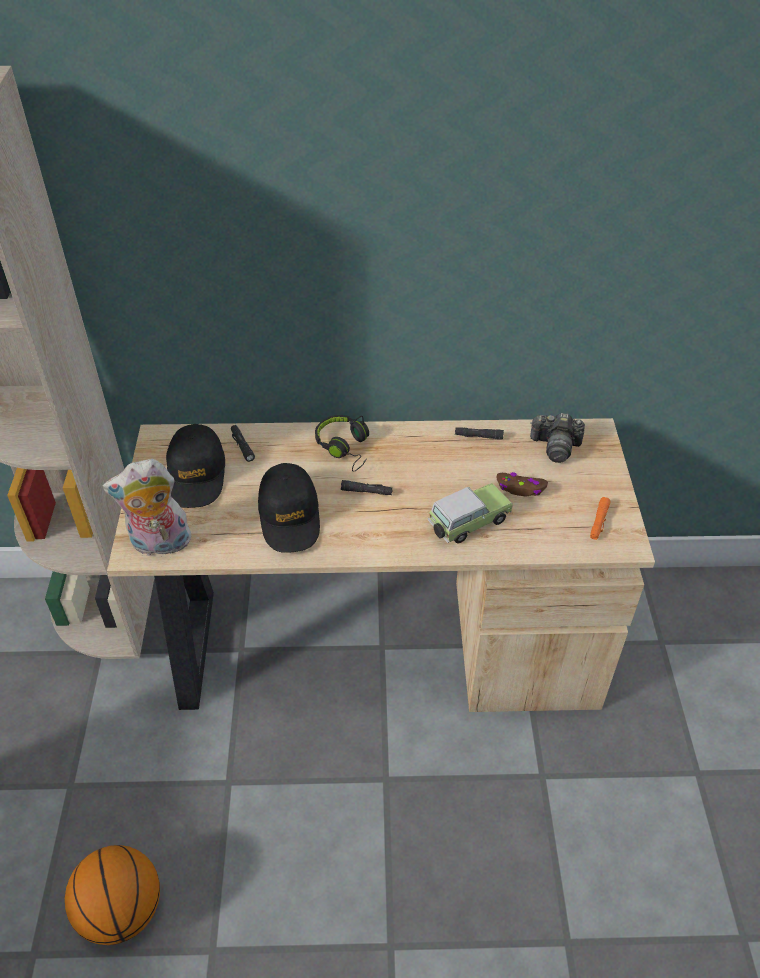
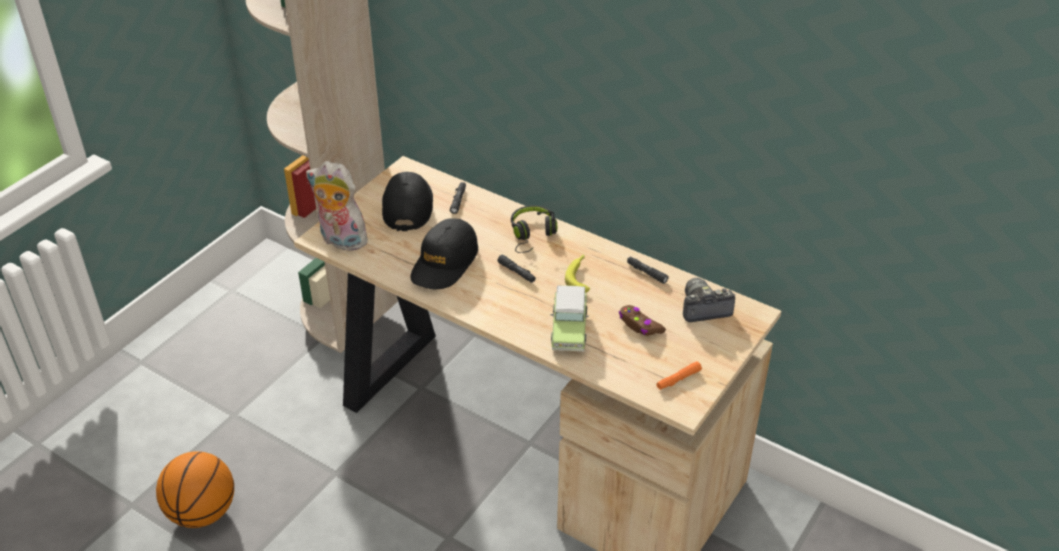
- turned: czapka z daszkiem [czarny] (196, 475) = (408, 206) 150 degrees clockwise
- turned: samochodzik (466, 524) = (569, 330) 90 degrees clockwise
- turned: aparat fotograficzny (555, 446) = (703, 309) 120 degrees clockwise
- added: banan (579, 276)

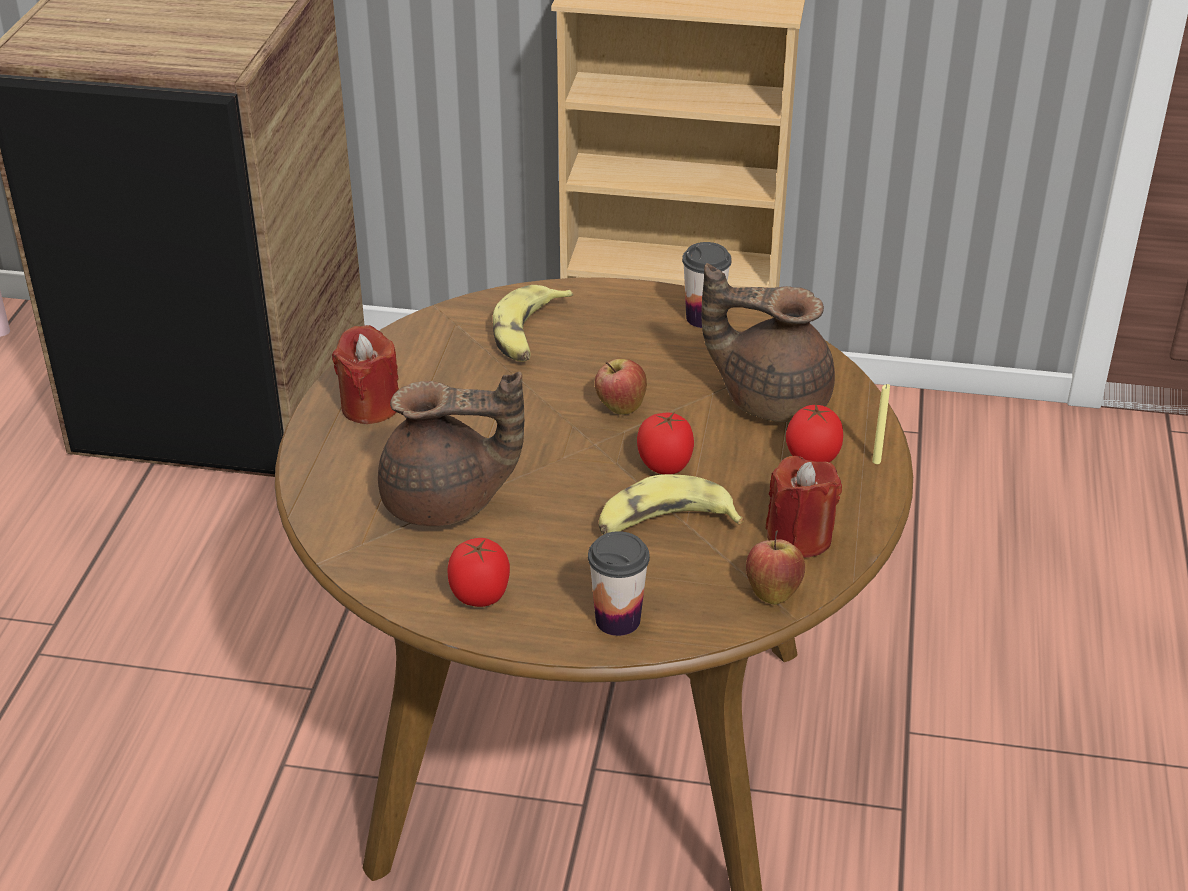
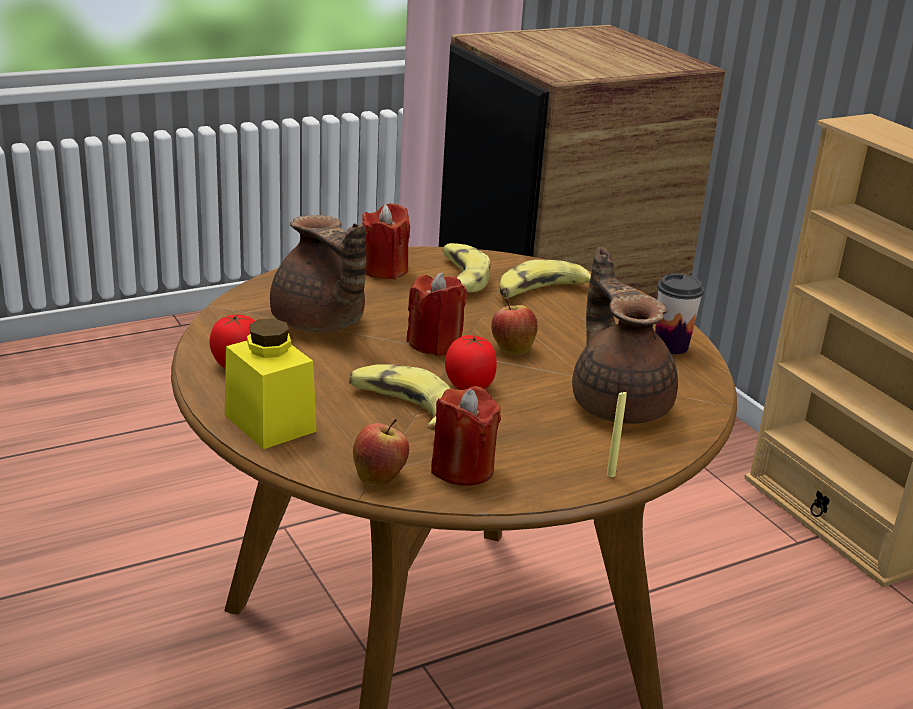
- replaced: filiżanka (618, 620) to słoik [żółty] (270, 423)
- removed: pomidor (811, 459)
- added: świeca [czerwony] (435, 344)
- added: banan (458, 278)

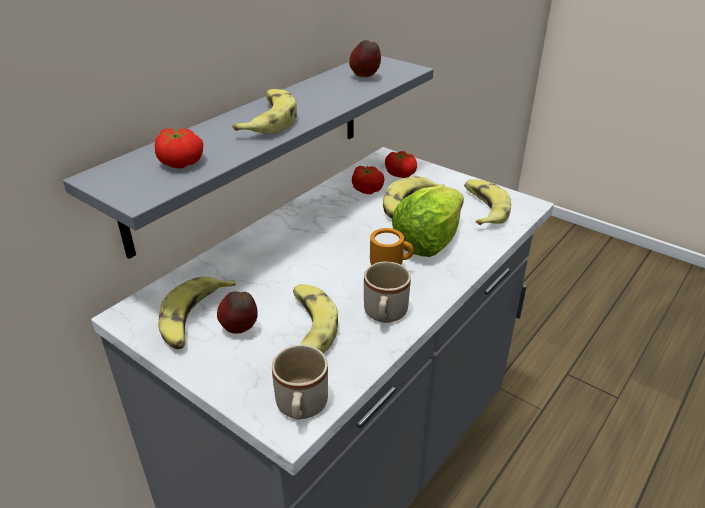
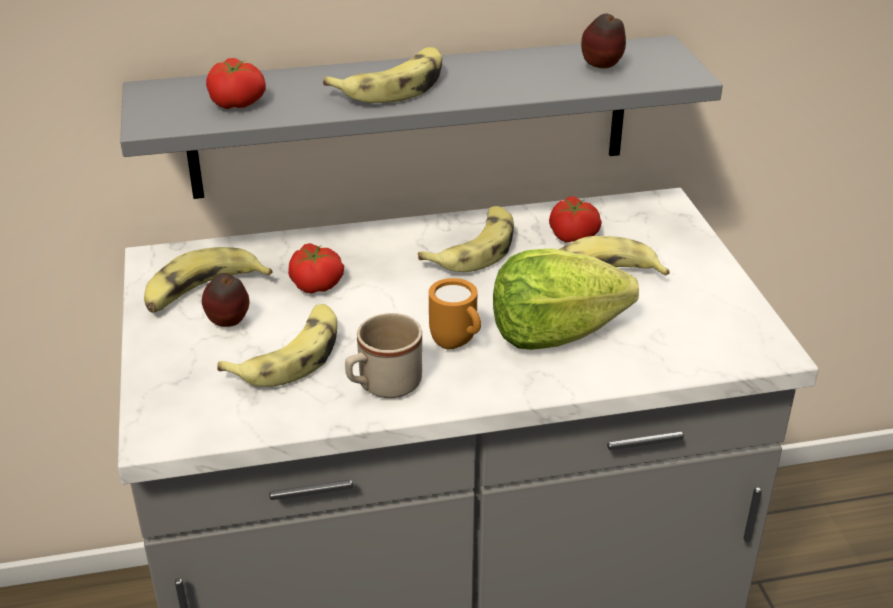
- removed: kubek [beżowy] (301, 408)
- moved: pomidor (400, 173) to (317, 284)
- moved: banan (483, 209) to (474, 249)

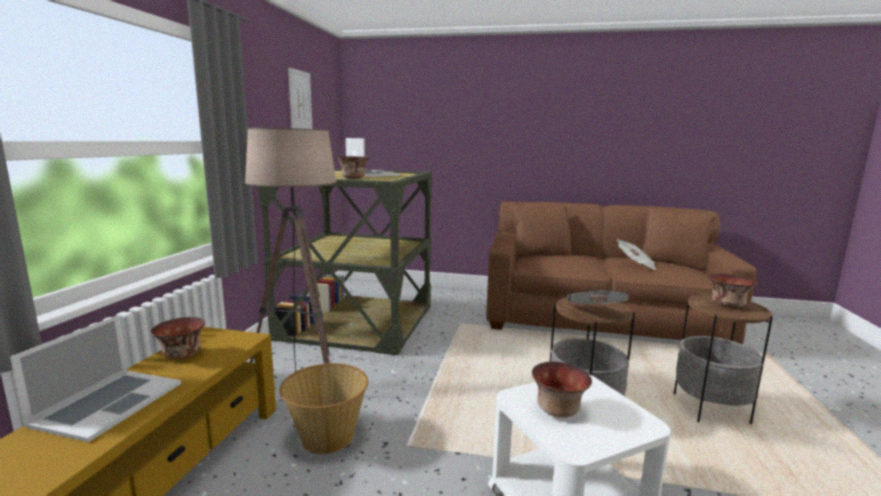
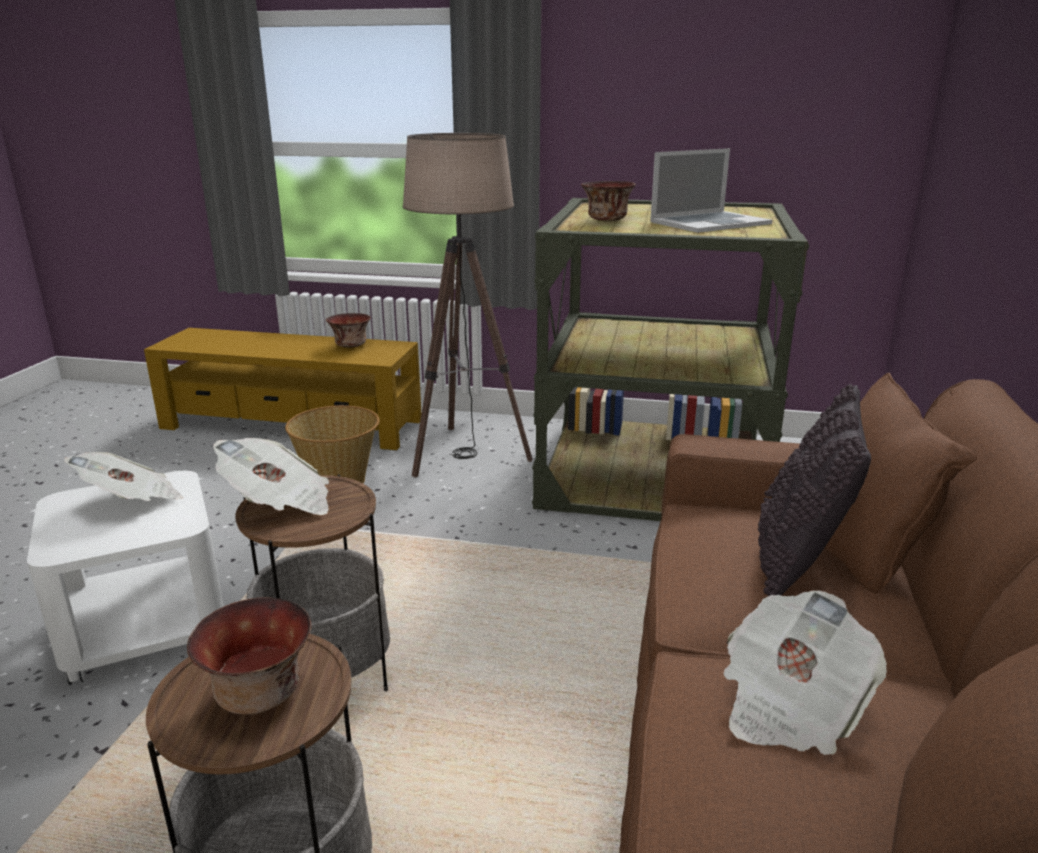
- removed: laptop (108, 403)
- removed: obraz (300, 102)
- replaced: miska (557, 409) to gazeta (132, 500)
- added: poduszka [czarny] (797, 562)

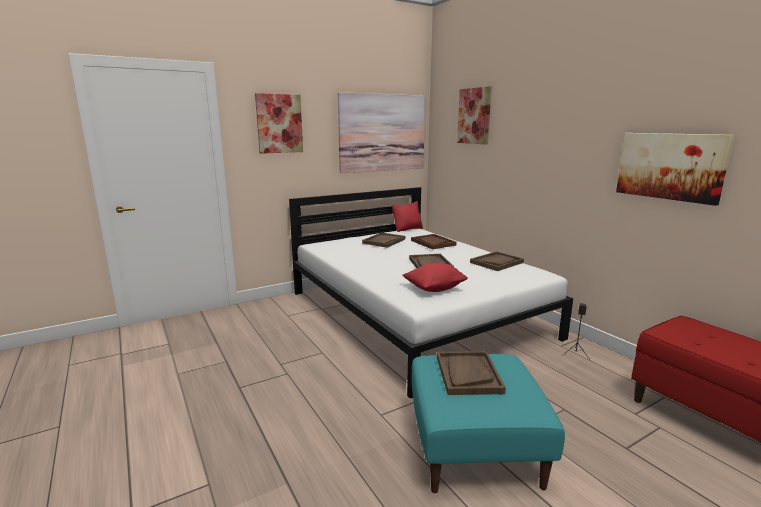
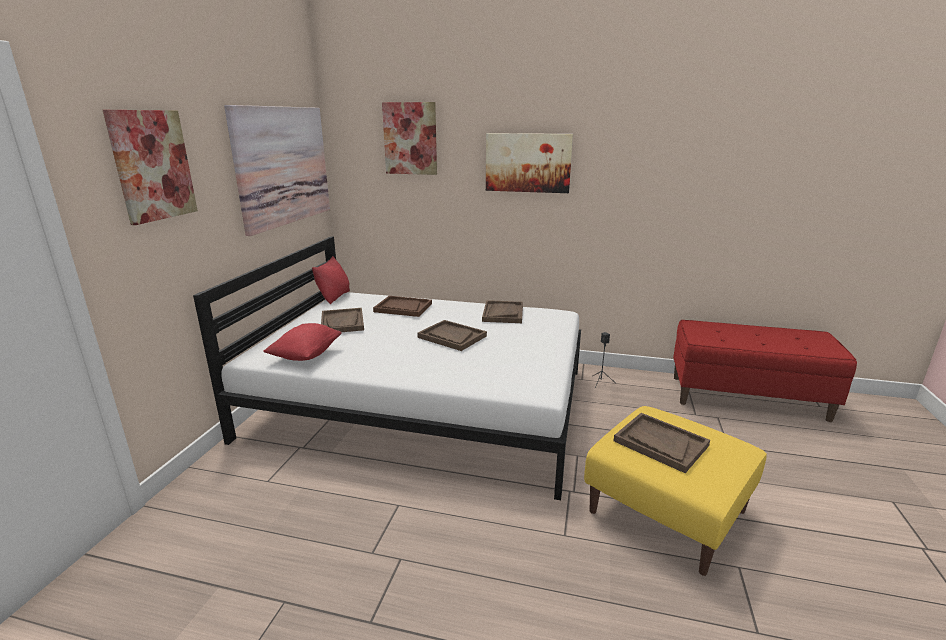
- moved: poduszka [czerwony] (434, 289) to (306, 355)
- recoloured: pufa [turkusowy] (475, 448) to pufa [żółty] (668, 511)
- moved: obraz (670, 166) to (528, 163)

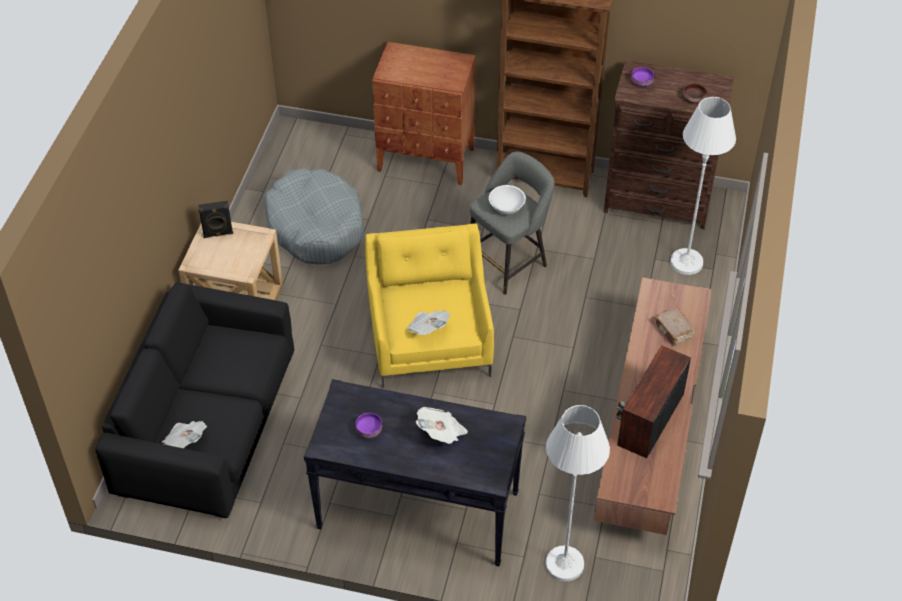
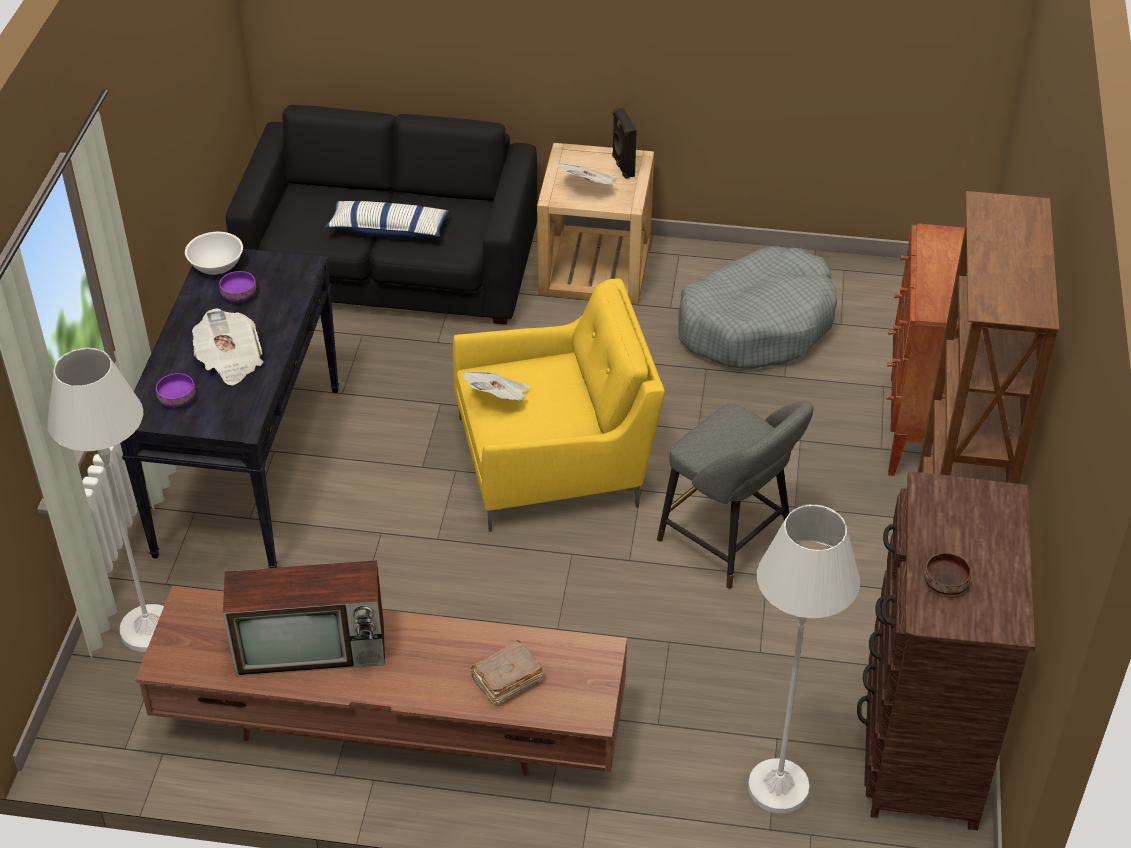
- moved: gazeta (185, 441) to (589, 187)
- moved: miska [biały] (506, 207) to (216, 265)
- turned: telewizor (650, 421) = (314, 649) 150 degrees clockwise
- moved: miska [fioletowy] (641, 82) to (176, 398)
- added: poduszka (388, 230)

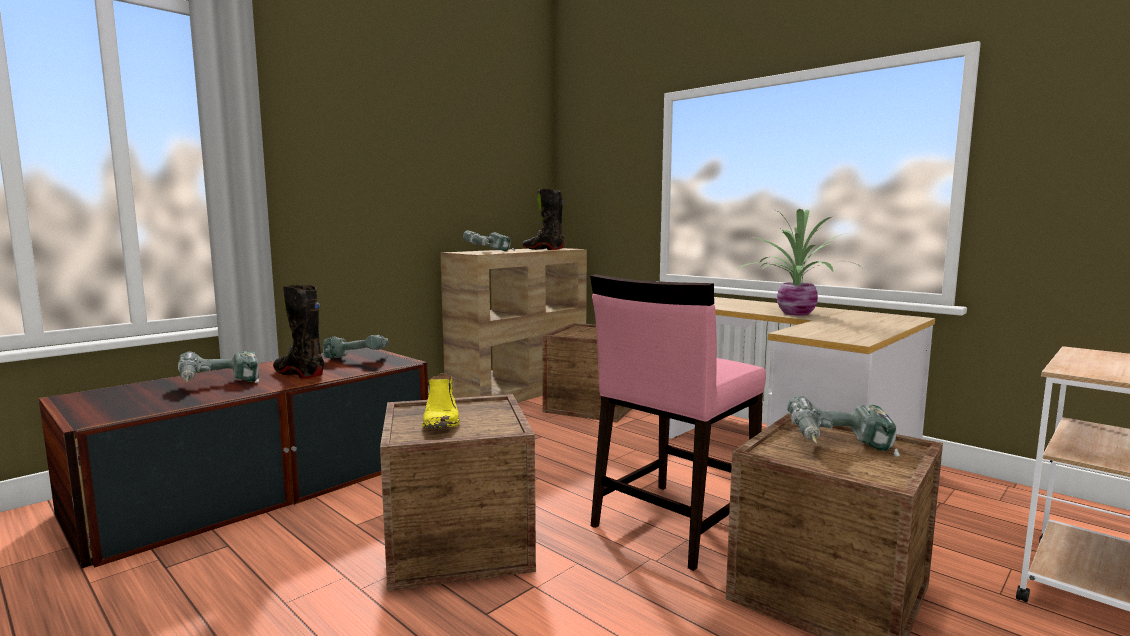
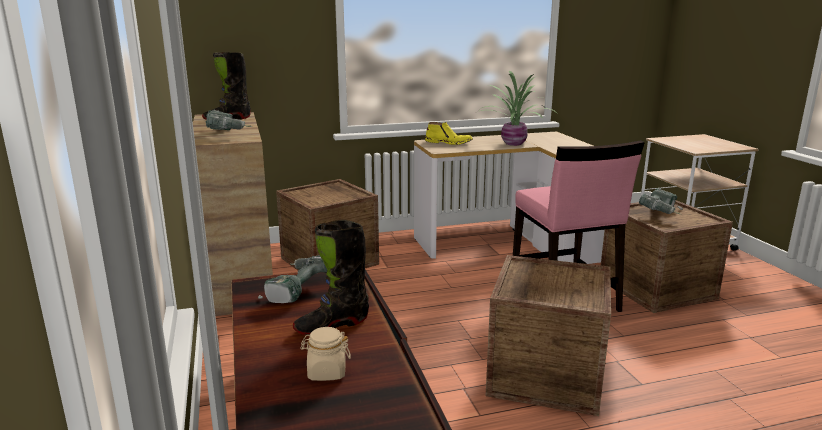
- replaced: wiertarka (220, 384) to słoik [beżowy] (326, 372)
- moved: but z cholewką [żółty] (441, 420) to (448, 143)

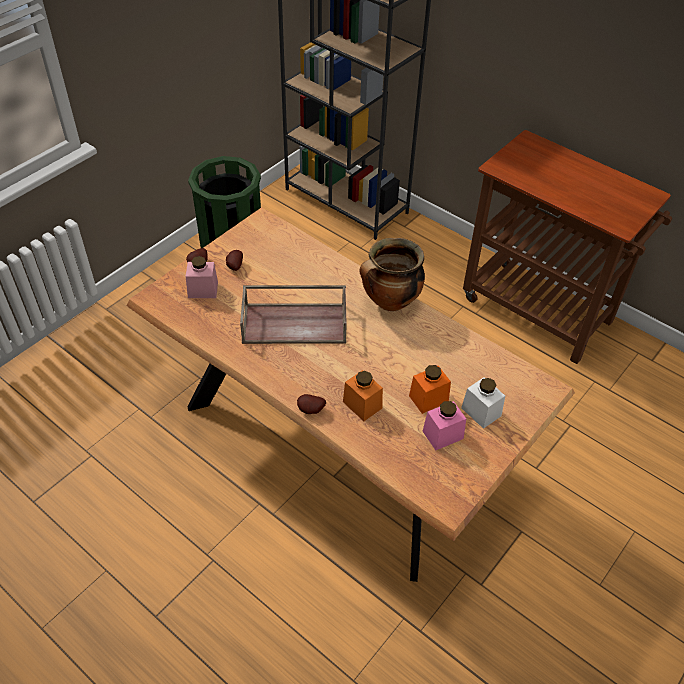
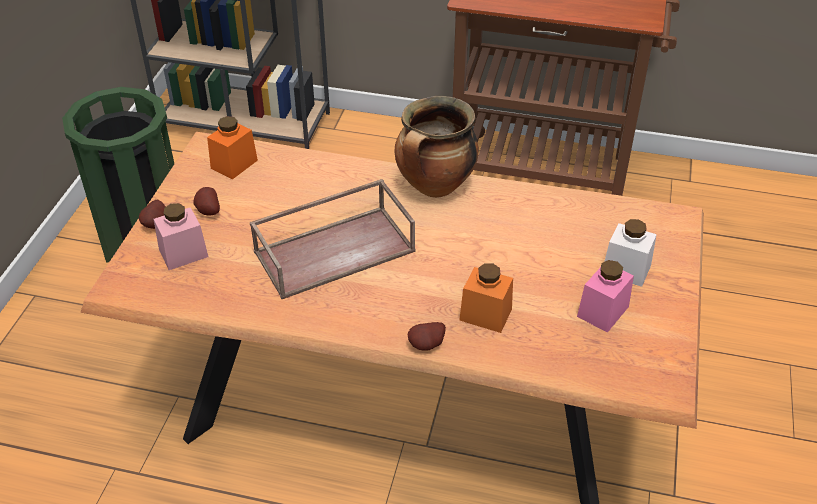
- moved: słoik [pomarańczowy] (428, 399) to (234, 164)

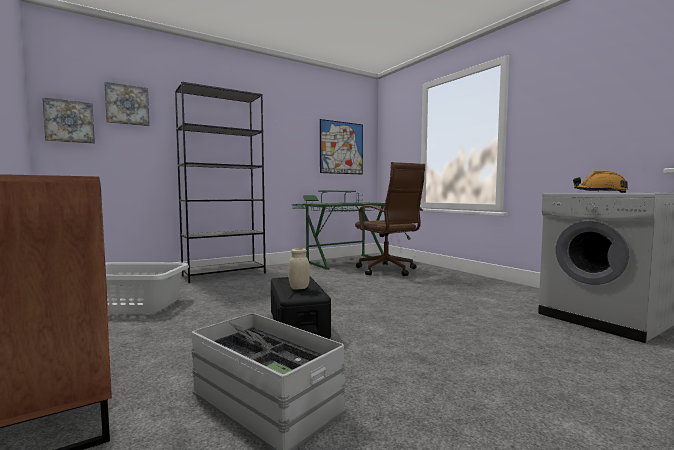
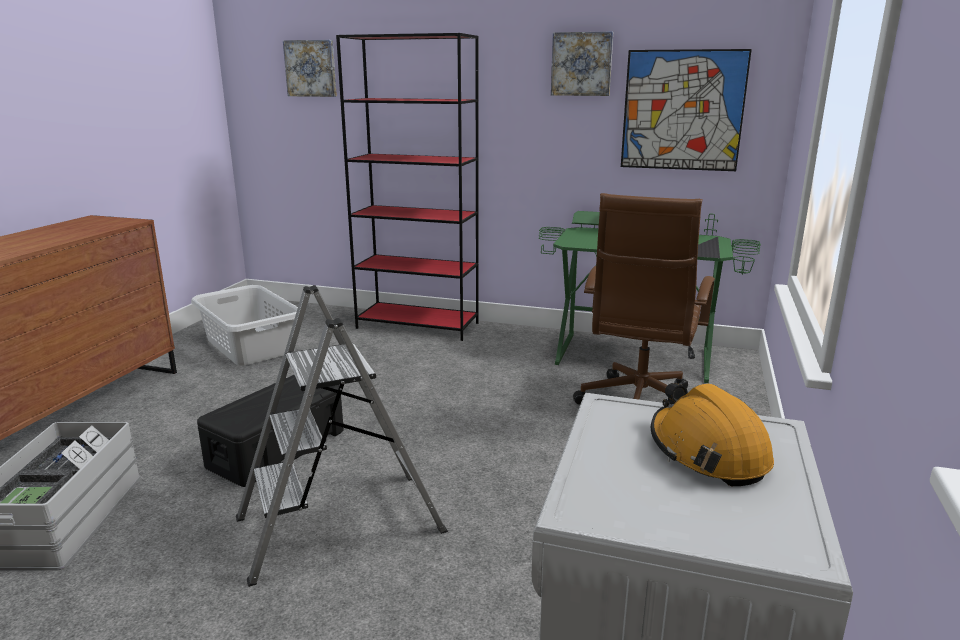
- moved: obraz (69, 121) to (581, 64)
- recoloured: regał [szary] (224, 274) to regał [czerwony] (418, 325)
- removed: słoik [beżowy] (299, 288)
- added: drabinka [szary] (342, 523)

